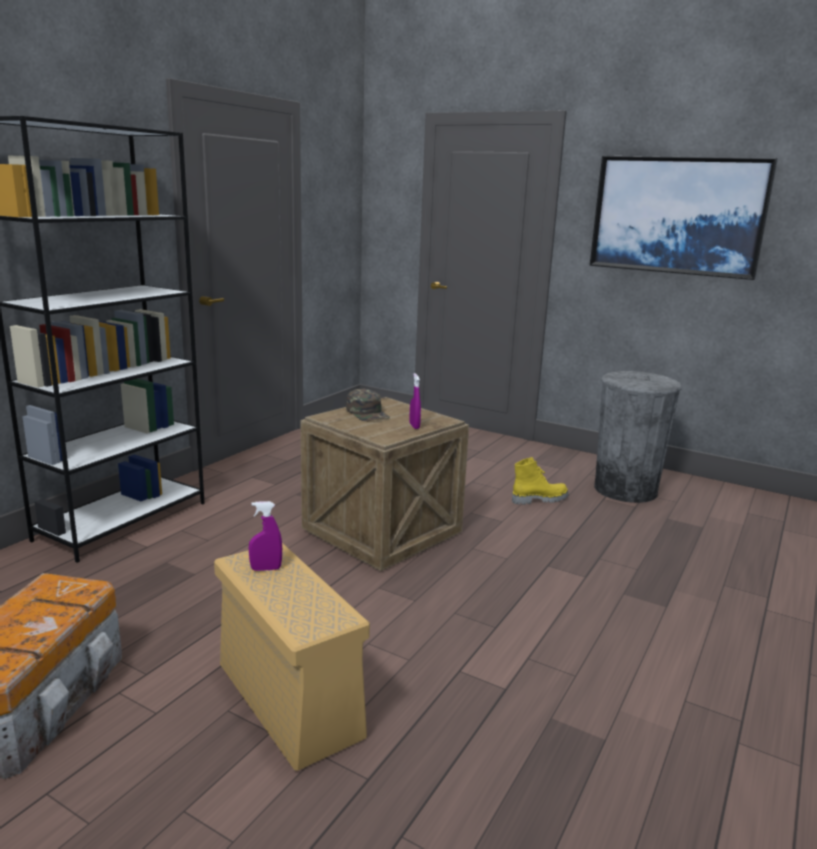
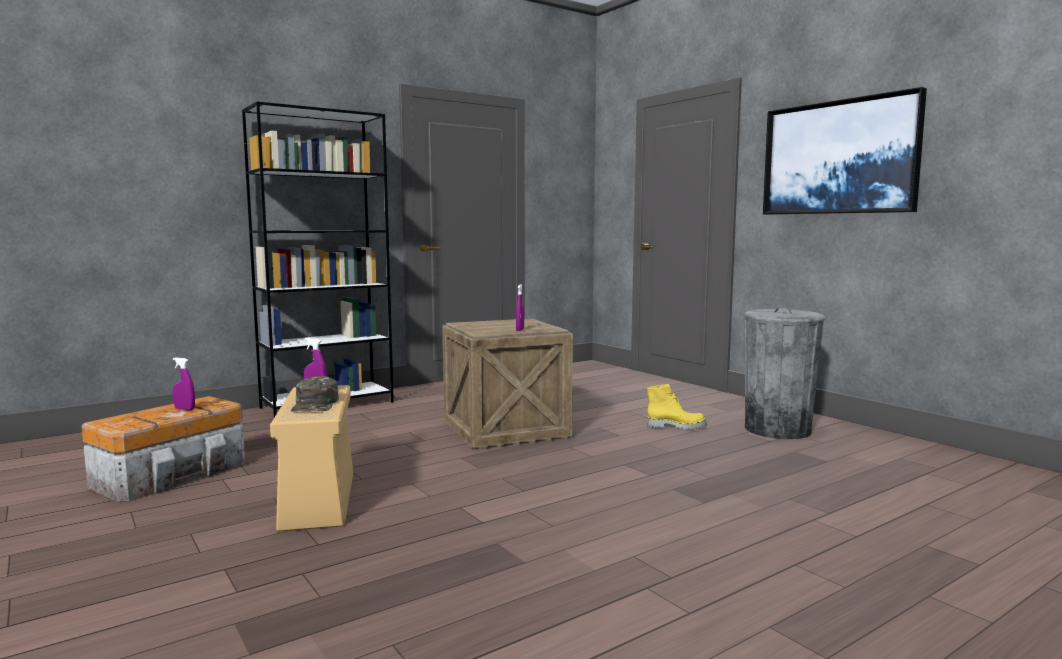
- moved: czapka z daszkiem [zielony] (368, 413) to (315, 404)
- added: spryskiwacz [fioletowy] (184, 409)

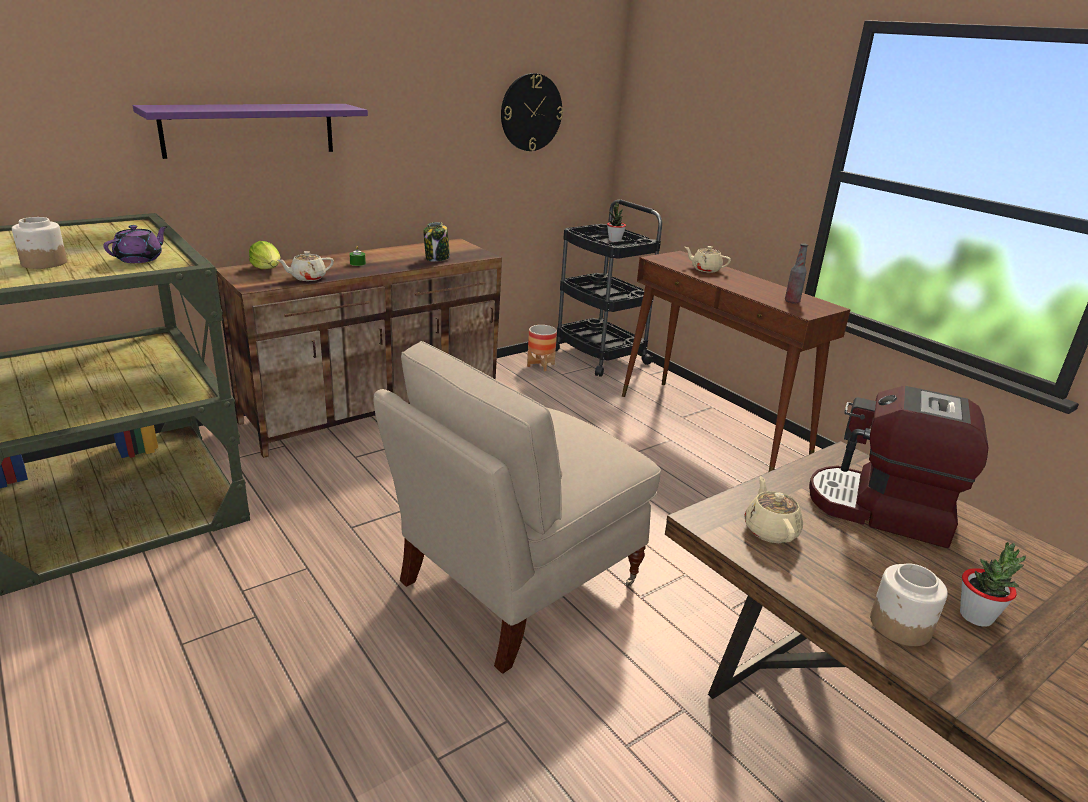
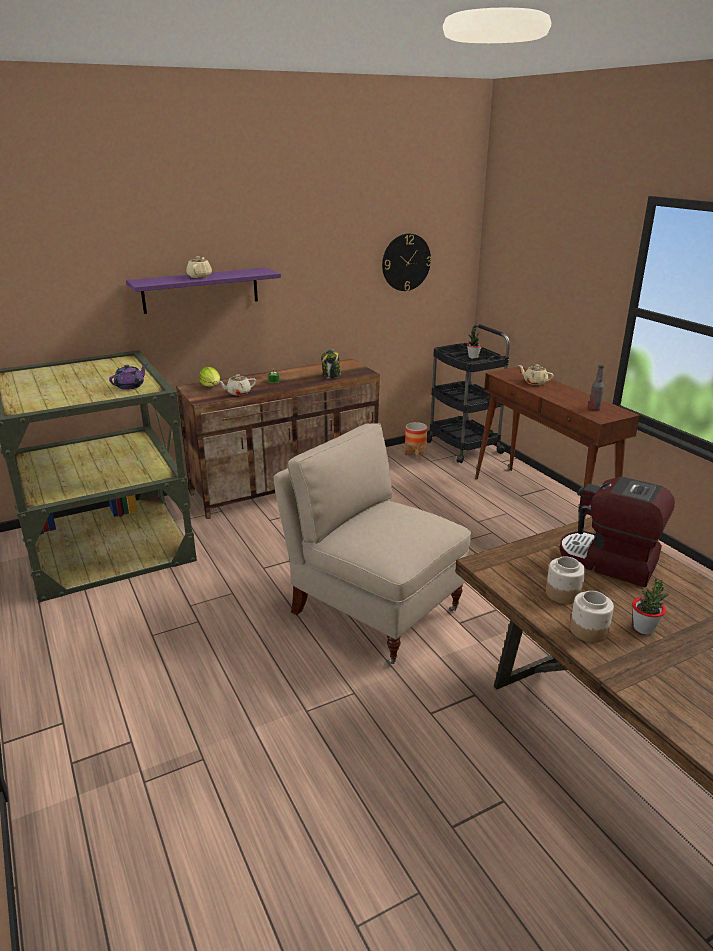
- moved: słoik (43, 263) to (562, 594)
- turned: krzesło [beżowy] (517, 584) = (373, 610) 75 degrees clockwise
- moved: imbryk [beżowy] (770, 530) to (200, 276)

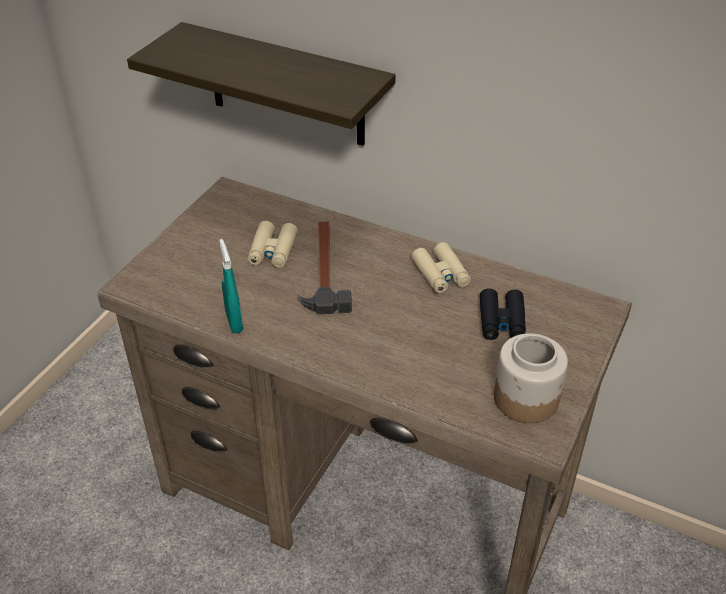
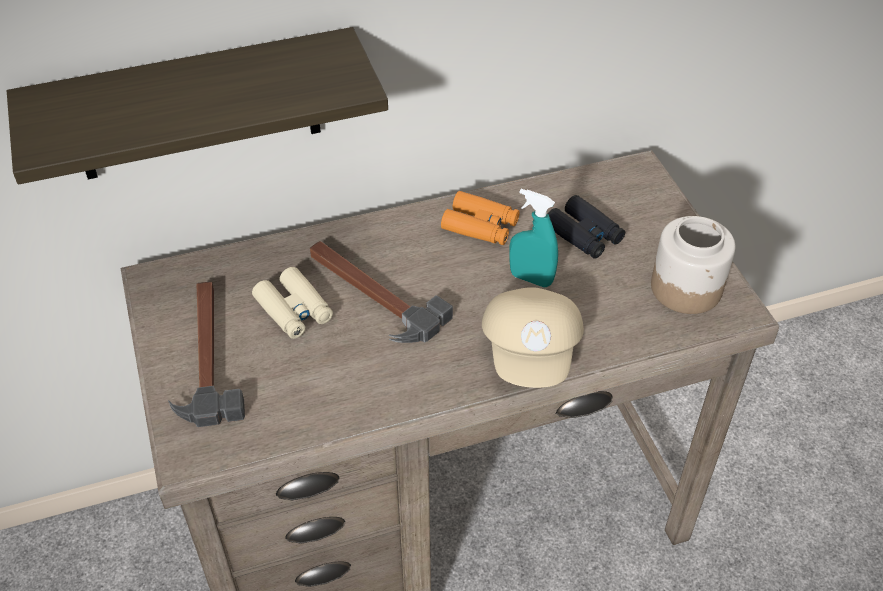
- moved: spryskiwacz [turkusowy] (234, 322) to (531, 279)
- recoloured: lornetka [beżowy] (440, 274) to lornetka [pomarańczowy] (480, 226)
- added: młotek (207, 355)
- added: czapka z daszkiem [beżowy] (532, 352)

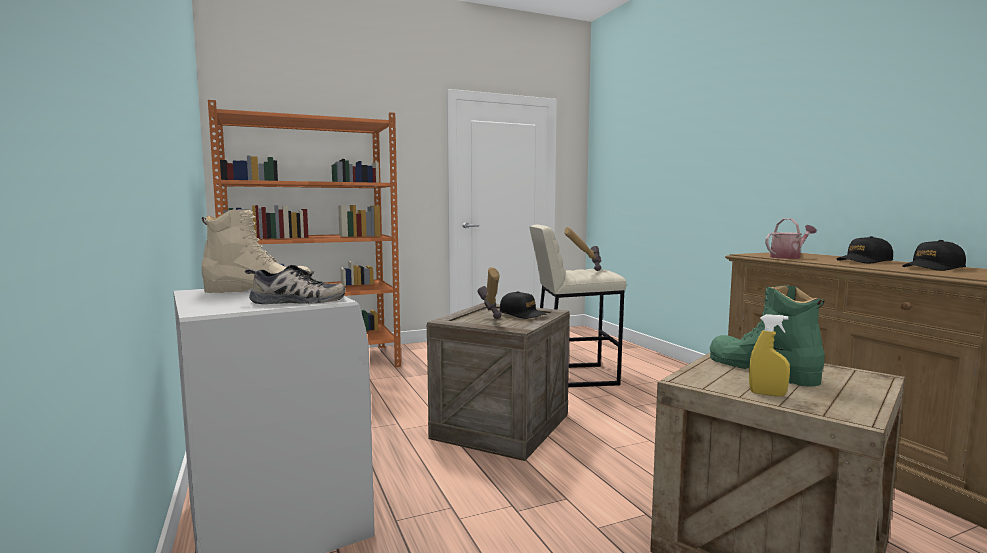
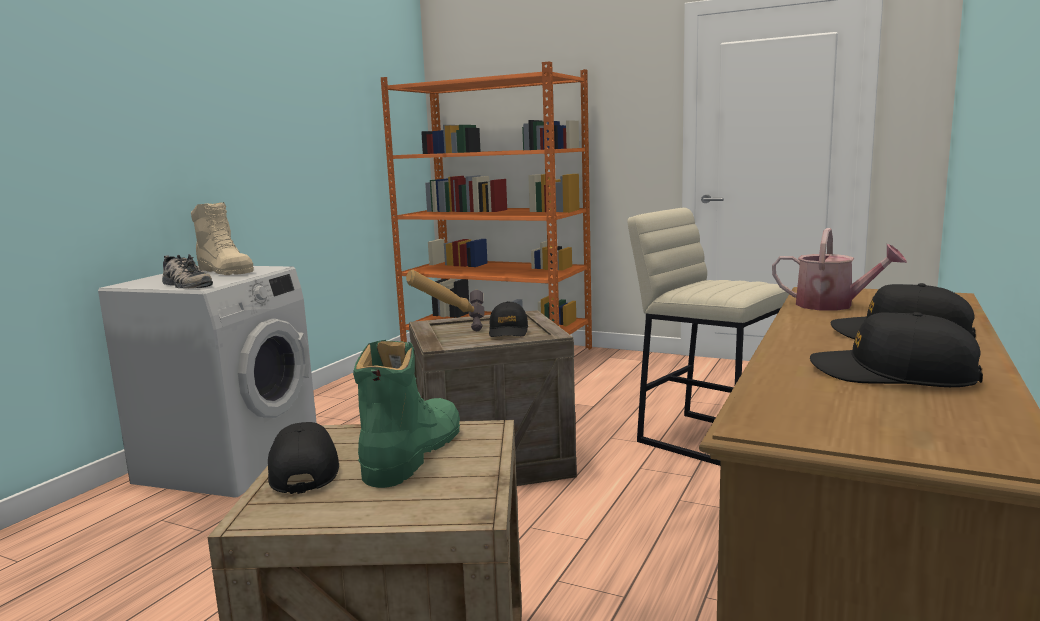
- removed: młotek (582, 271)
- replaced: spryskiwacz [żółty] (767, 394) to czapka z daszkiem [czarny] (304, 470)

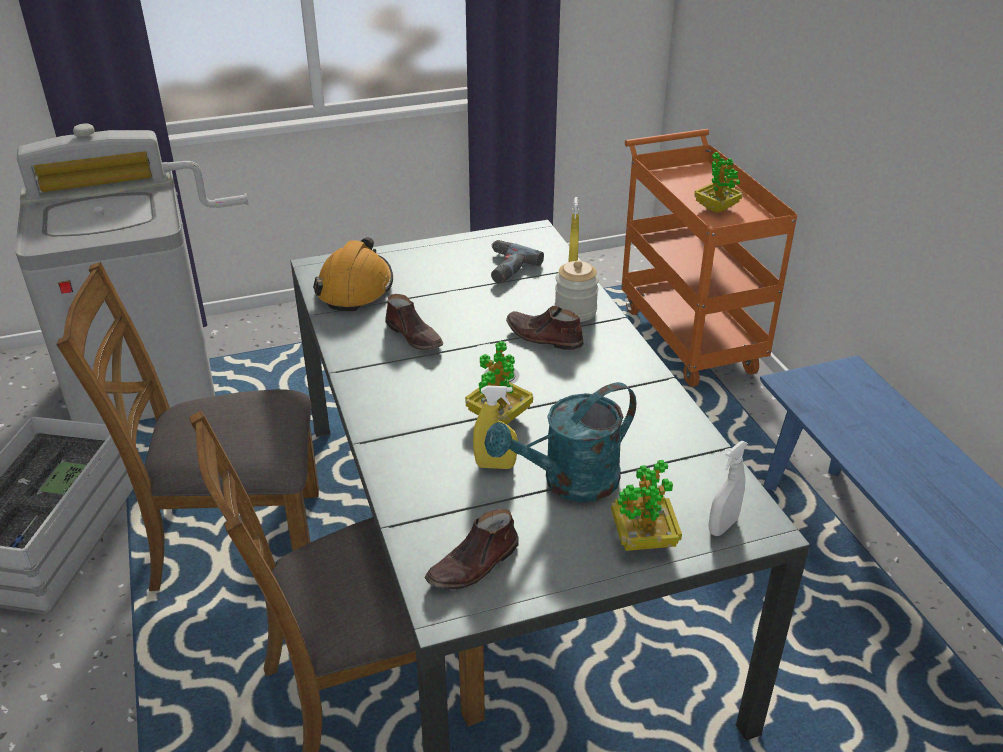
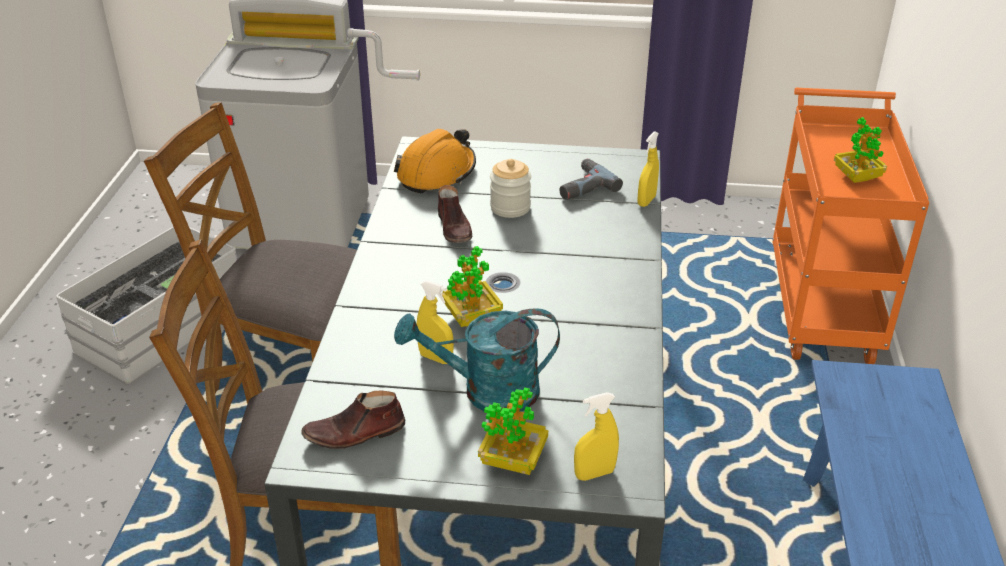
- removed: but [brązowy] (543, 337)
- moved: słoik (575, 311) to (510, 207)
- recoloured: spryskiwacz [biały] (723, 526) to spryskiwacz [żółty] (594, 474)

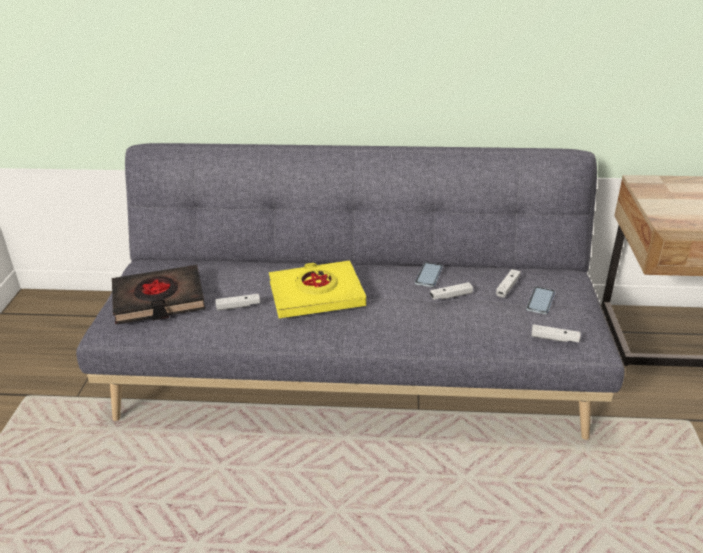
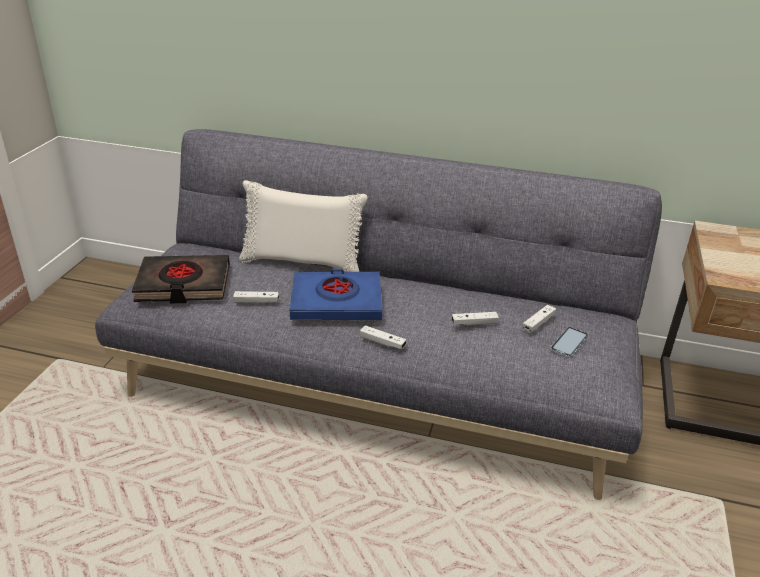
- recoloured: książka [żółty] (316, 295) to książka [niebieski] (336, 302)
- removed: telefon (428, 275)
- moved: pad do gier [biały] (554, 338) to (382, 342)
- added: poduszka [biały] (302, 262)

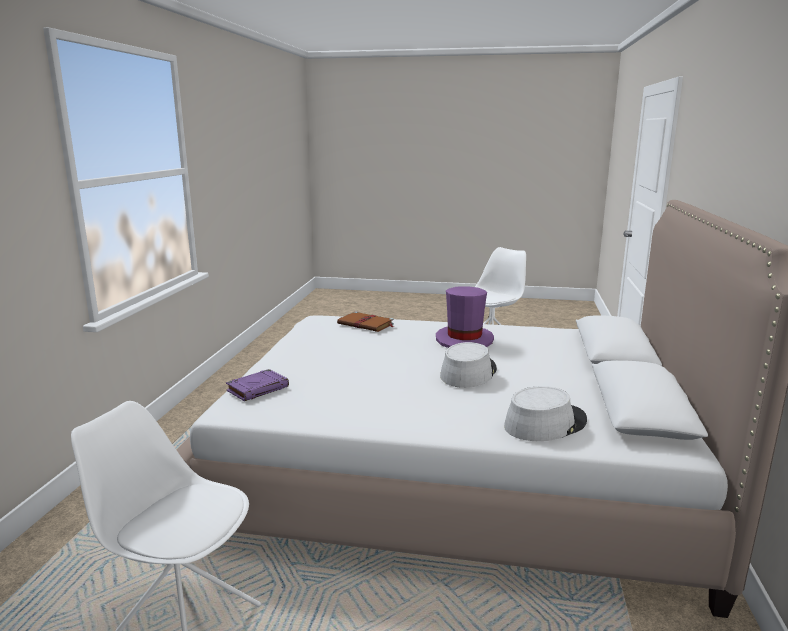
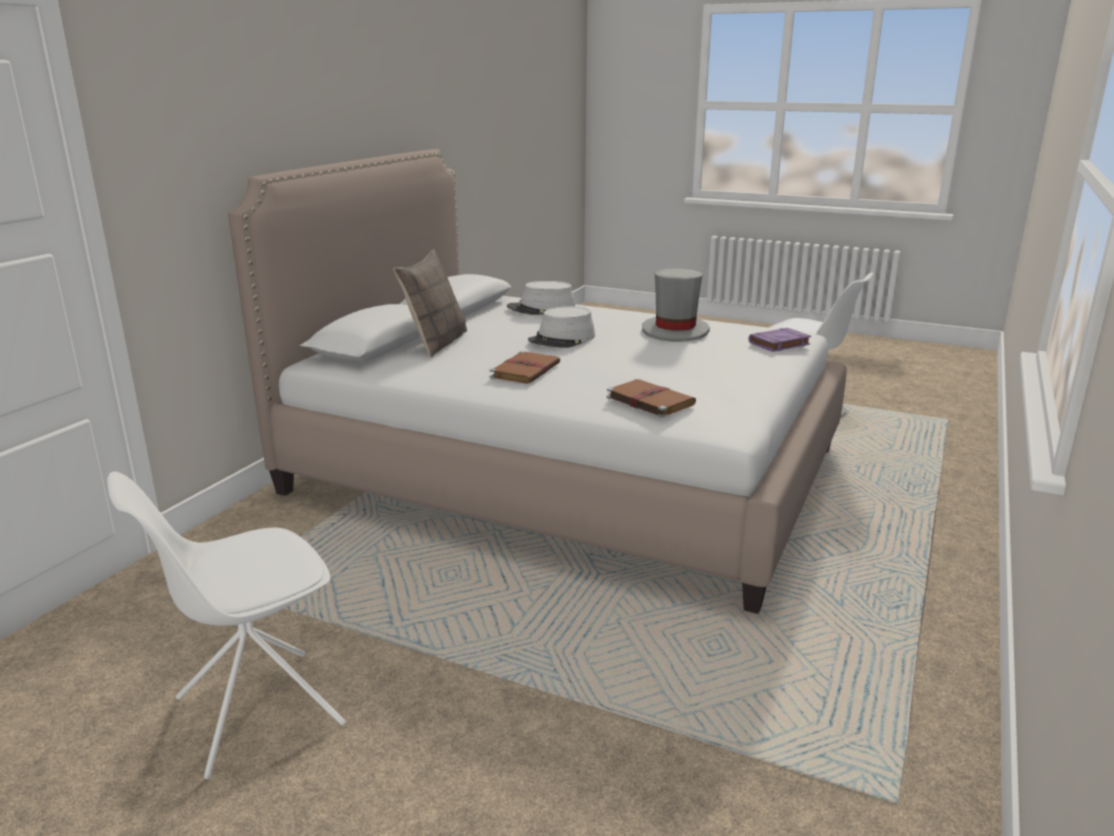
- replaced: kapelusz [fioletowy] (464, 340) to książka [brązowy] (526, 370)
- added: poduszka (435, 343)
- added: kapelusz [szary] (675, 331)

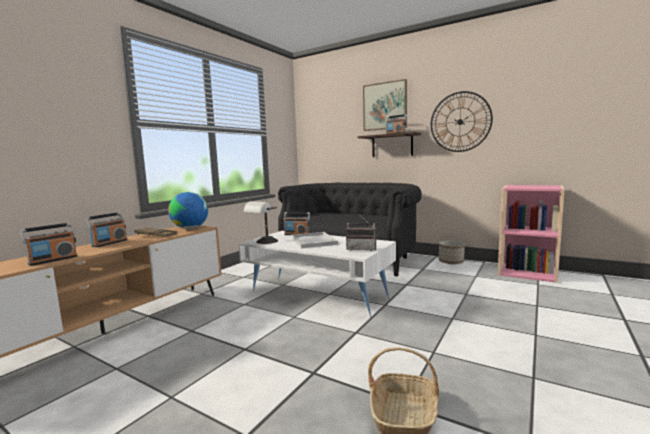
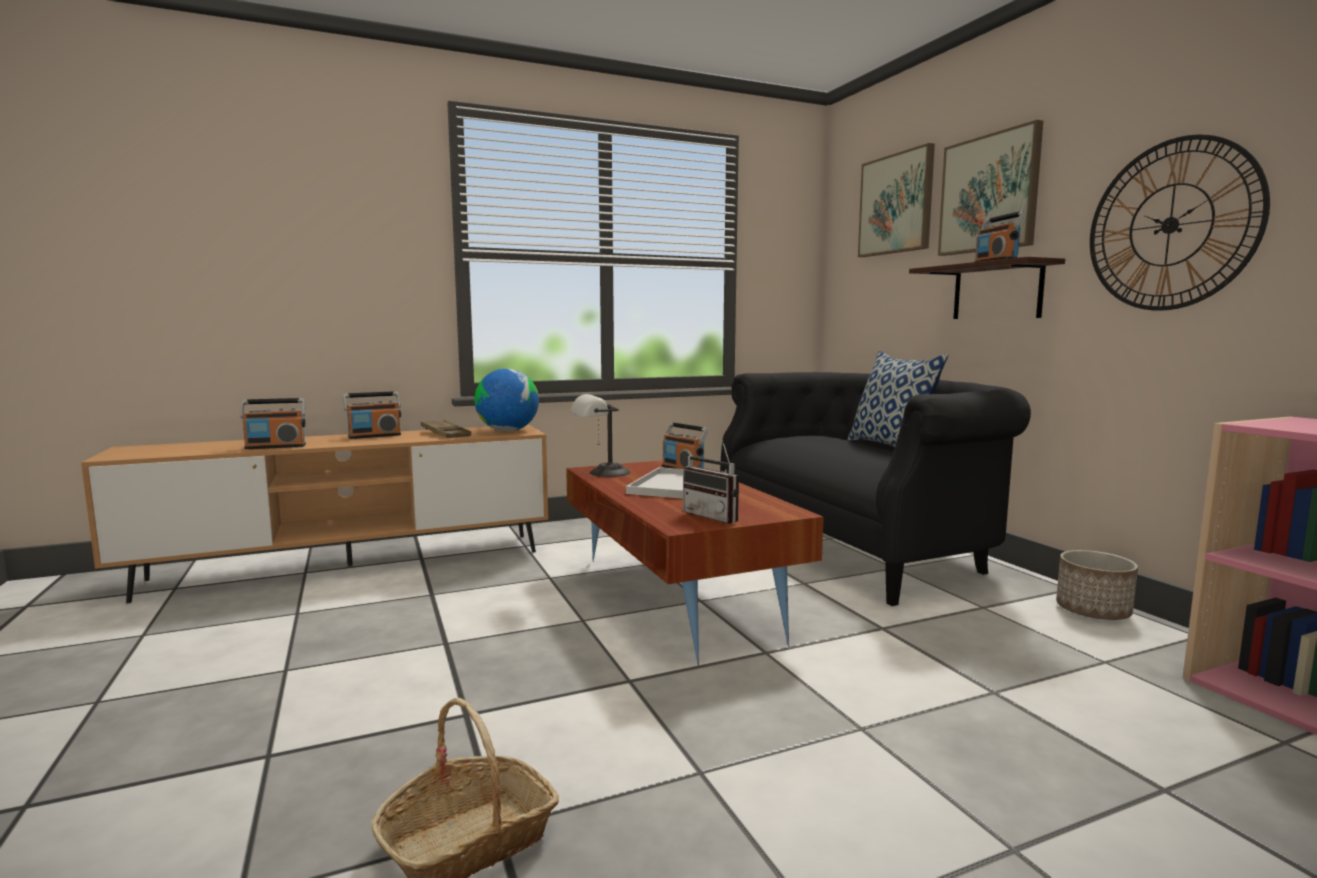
- recoloured: ława [biały] (318, 295) to ława [brązowy] (677, 597)
- added: poduszka (891, 447)
- added: obraz (896, 204)

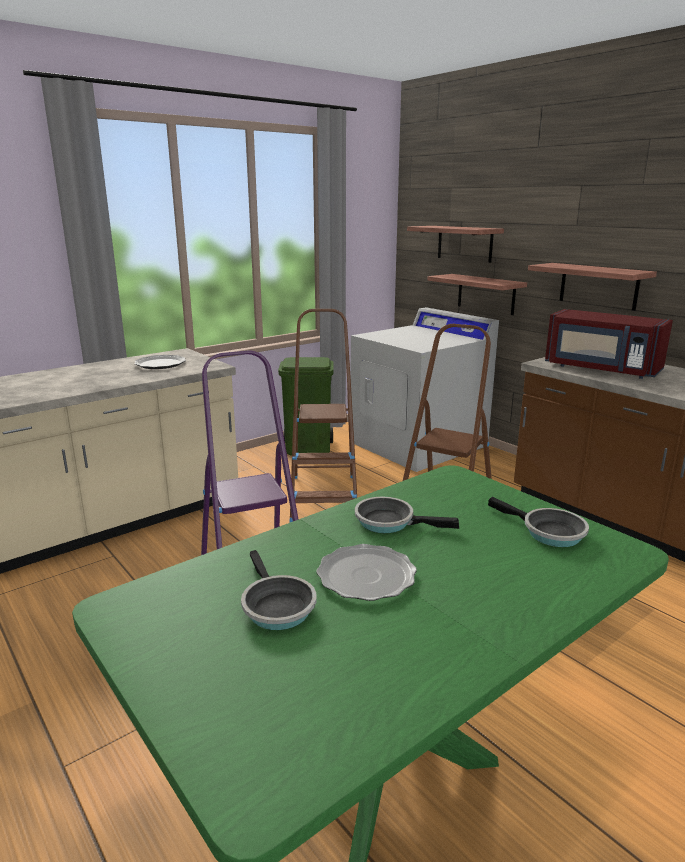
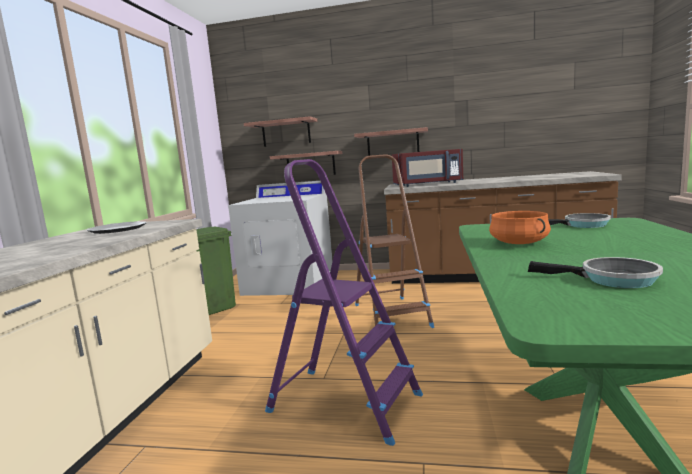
- removed: drabinka [brązowy] (324, 498)
- removed: talerz (366, 575)
- replaced: patelnia (389, 522) to garnek [pomarańczowy] (518, 243)

